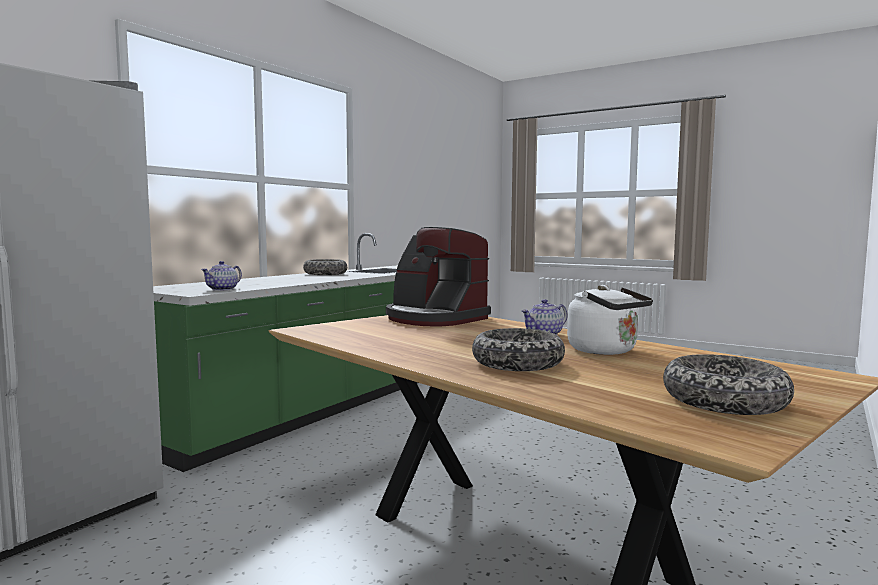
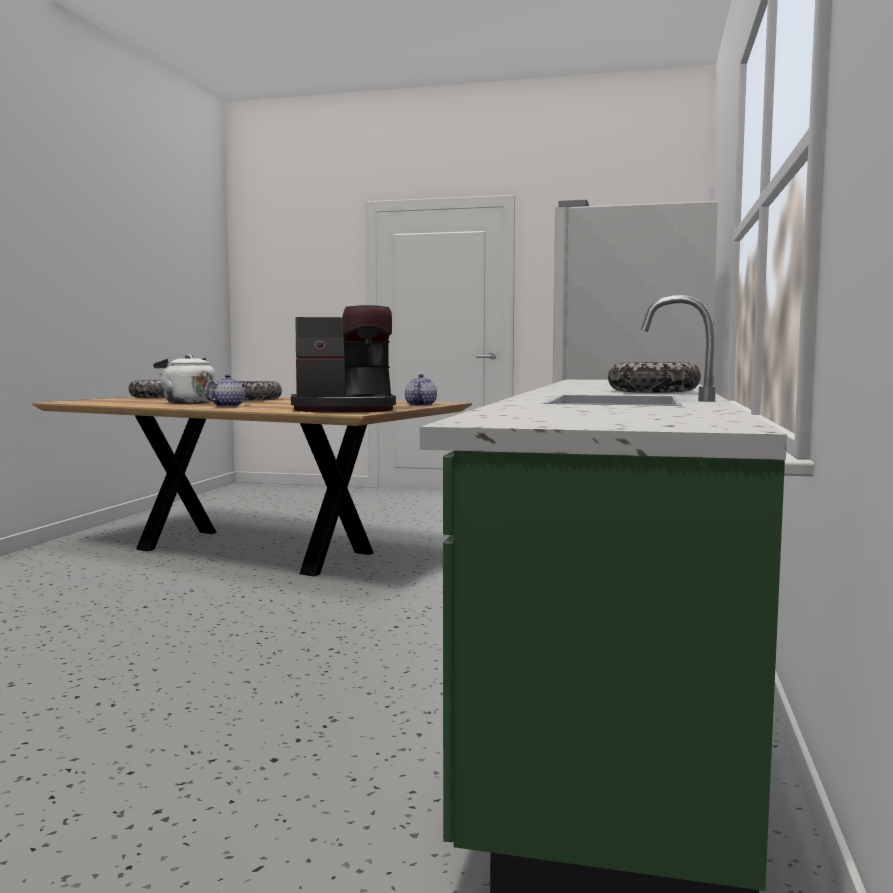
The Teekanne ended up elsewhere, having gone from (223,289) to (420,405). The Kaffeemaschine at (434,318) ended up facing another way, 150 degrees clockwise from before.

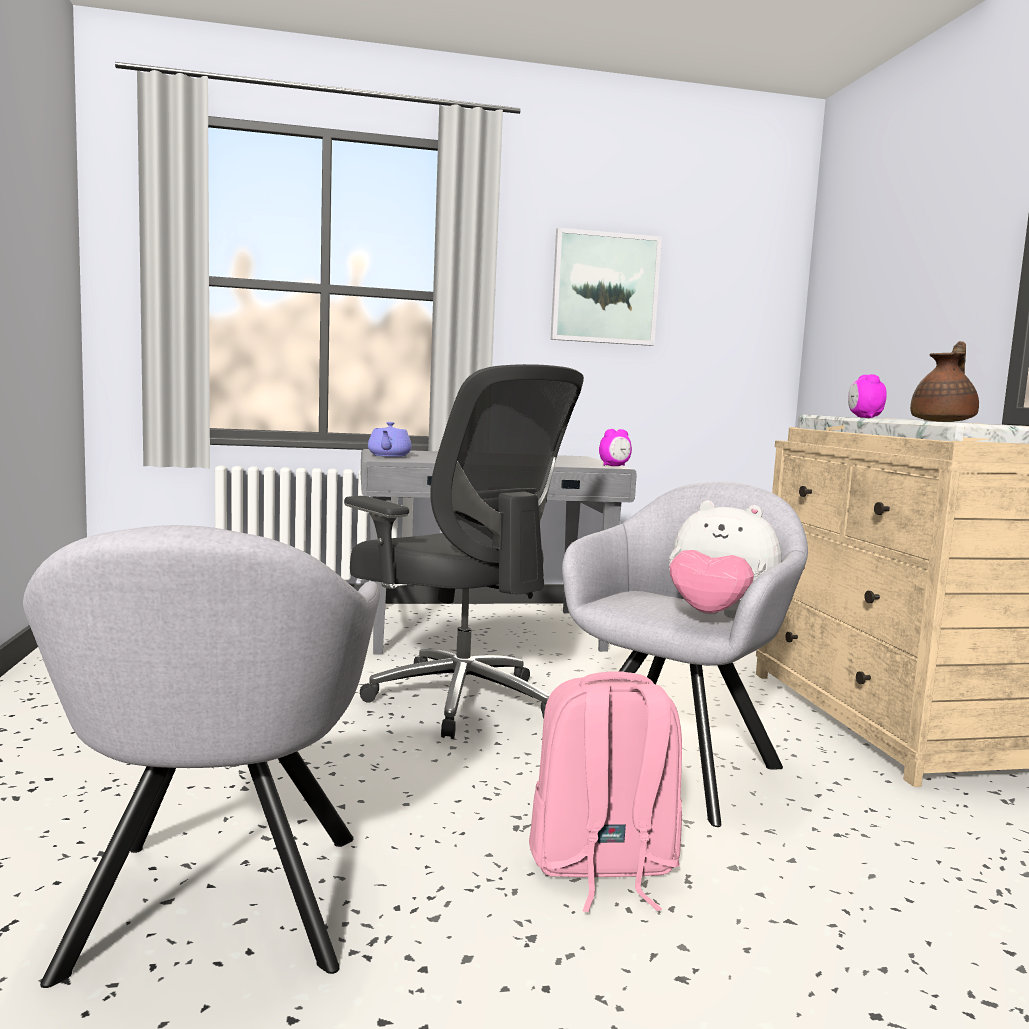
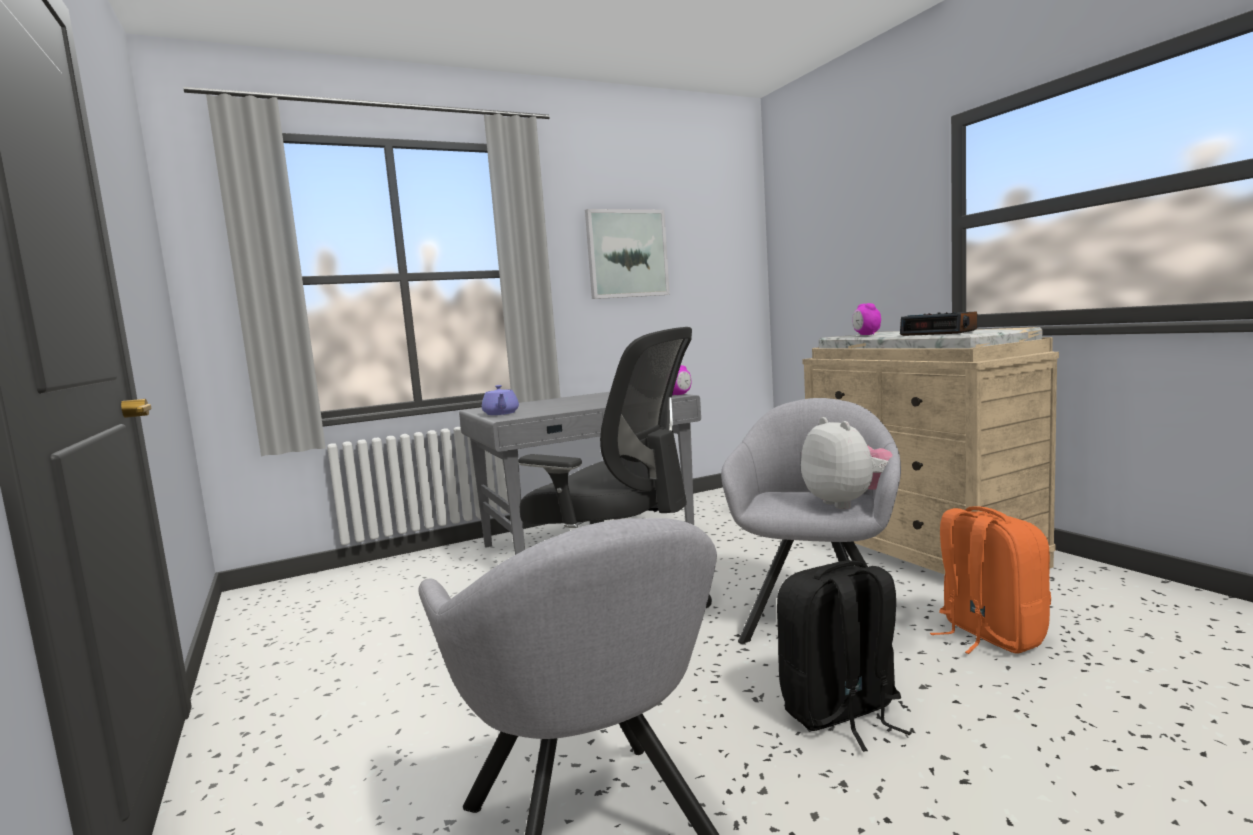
What was the Rucksack [rosa] at (602,867) turned into the Rucksack [schwarz] at (841,713). The Plüschtier at (717,617) ended up facing another way, 120 degrees counterclockwise from before. Where the Teekanne [braun] stood at (944,421), the Wecker came to stand at (939,333). The second view gained the Rucksack [orange] at (988,635).

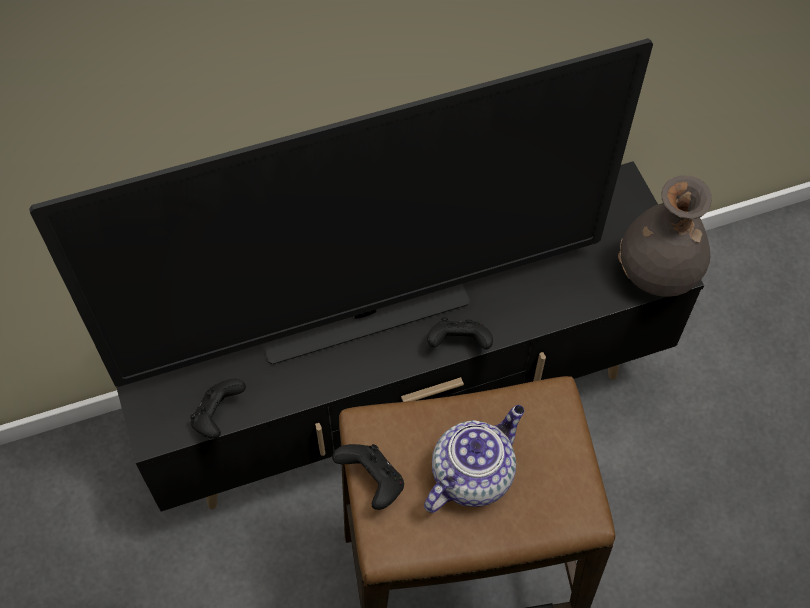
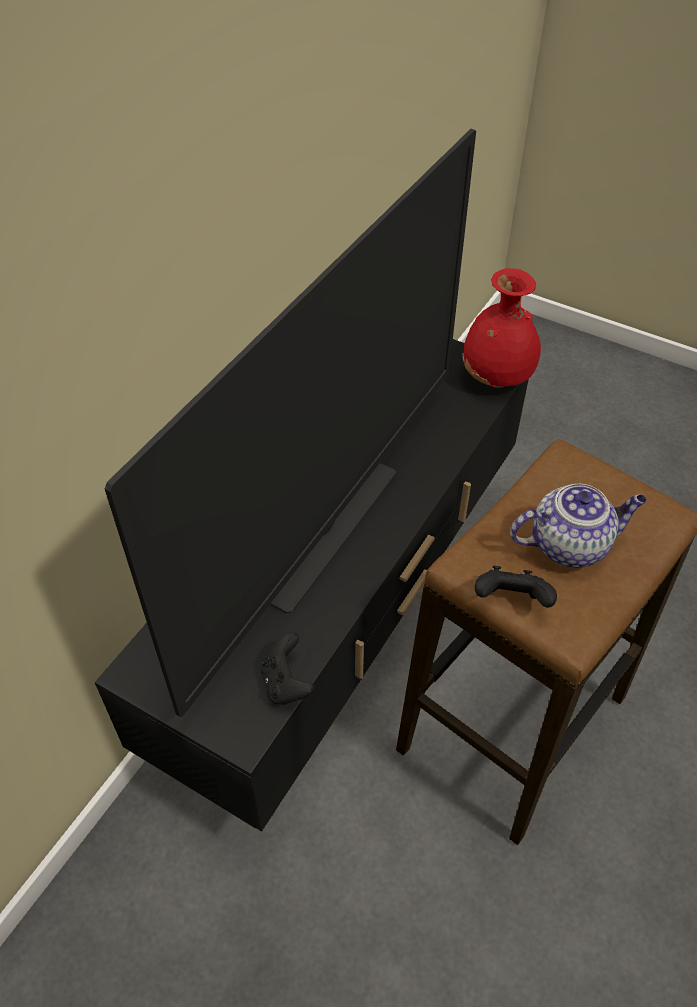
The Teekanne at (472,474) ended up facing another way, 75 degrees clockwise from before. The second view lost the Gamepad [schwarz] at (459,343). What was the Vase [grau] at (657,275) turned into the Vase [rot] at (497,378).

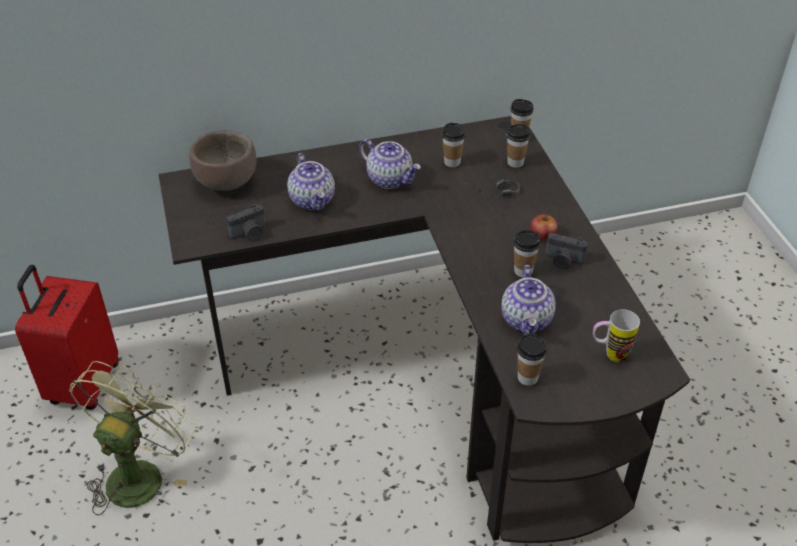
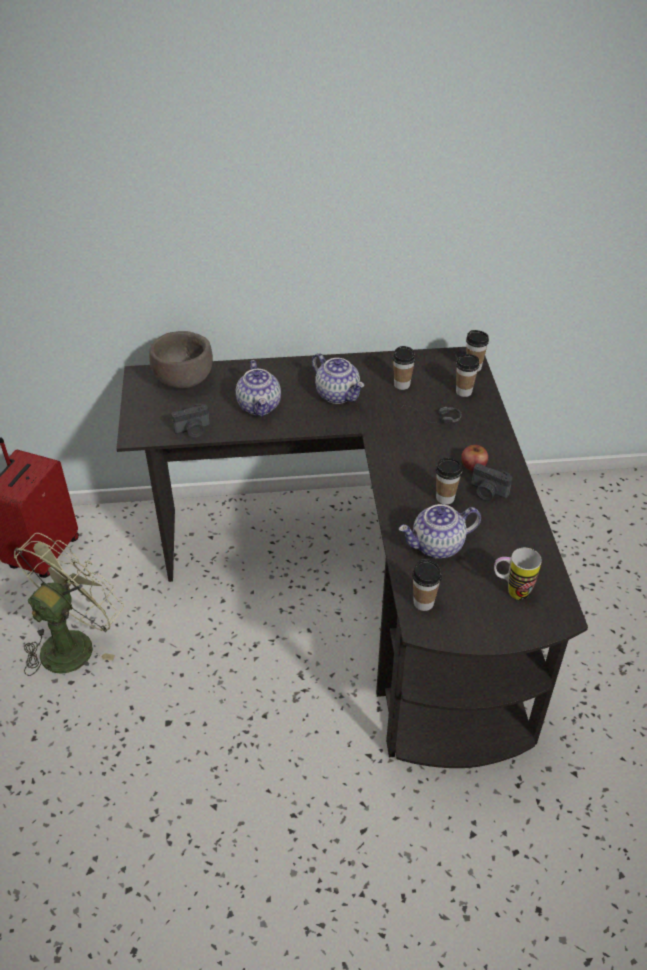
The Teekanne at (527,320) ended up facing another way, 60 degrees clockwise from before.

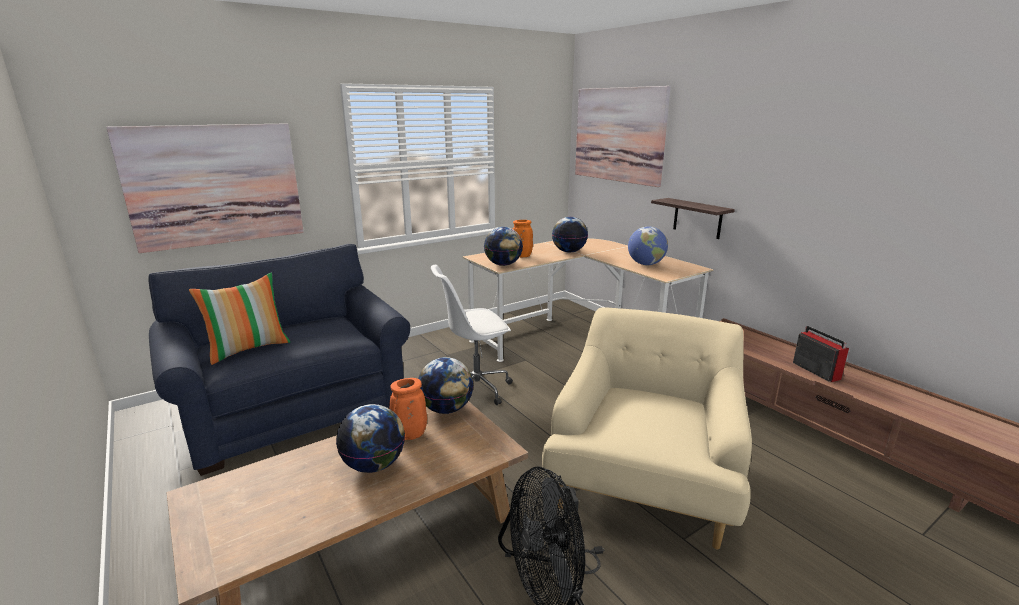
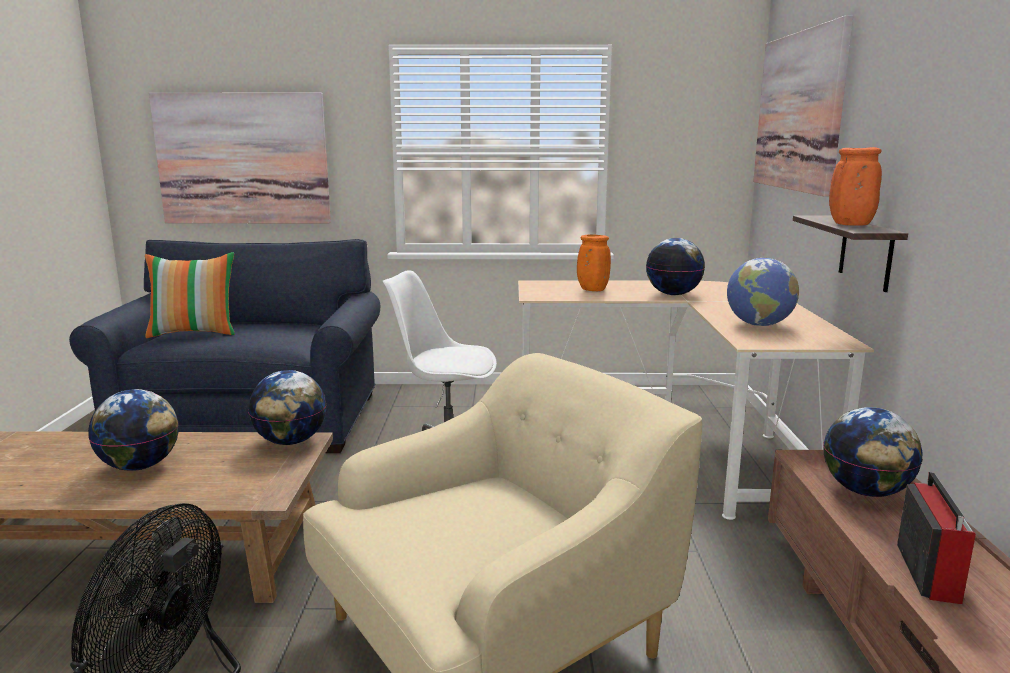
The Vase [orange] ended up elsewhere, having gone from (409,435) to (850,225). The Globus ended up elsewhere, having gone from (503,265) to (865,491).

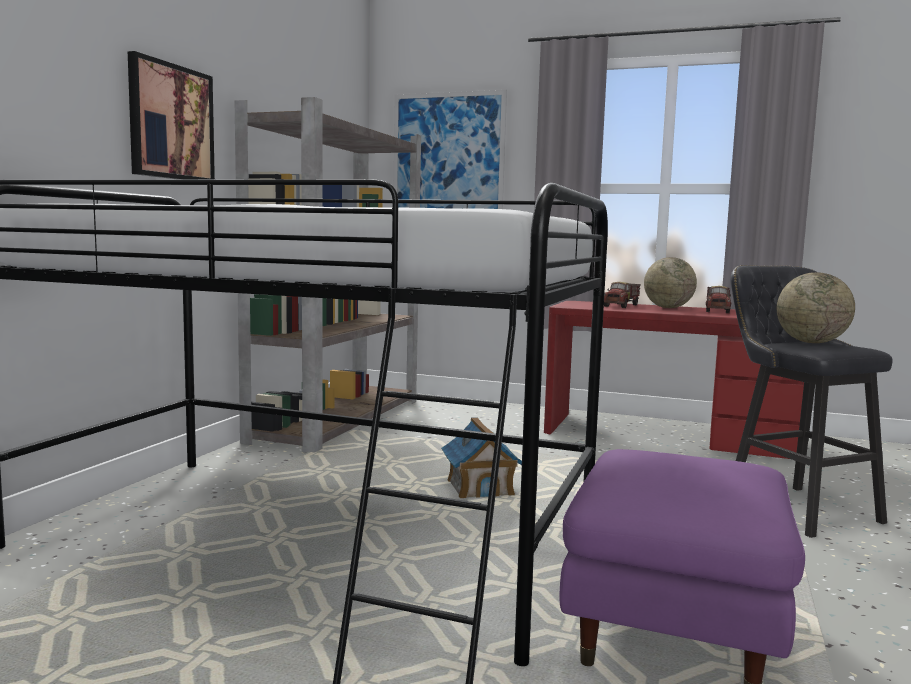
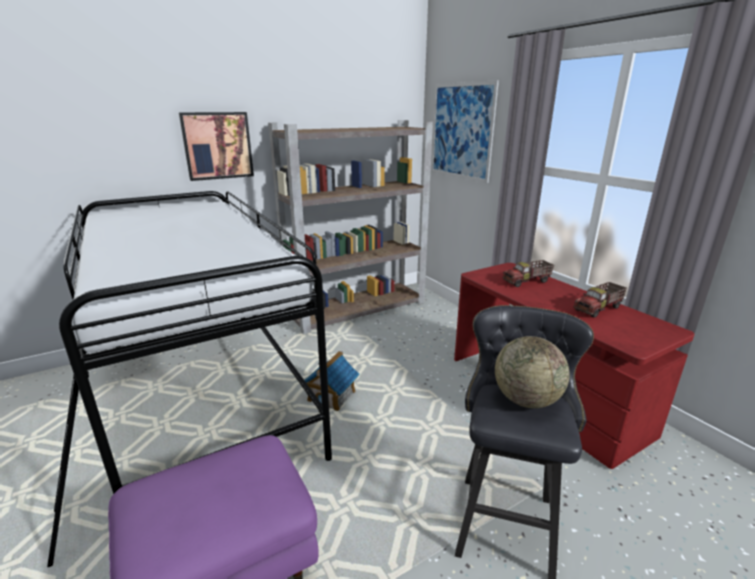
The second view lost the Globus at (668,307).

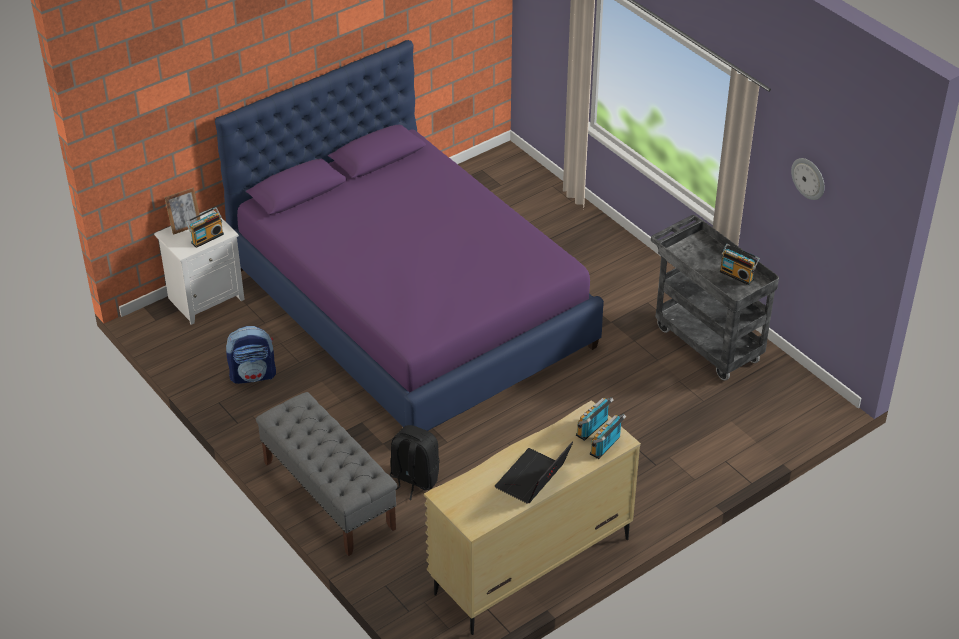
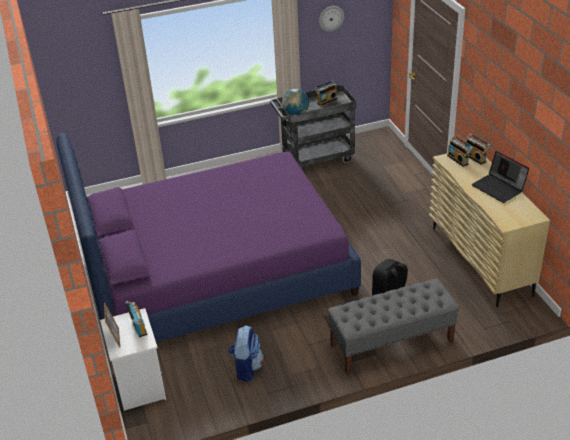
The second view gained the Globus at (296,114).

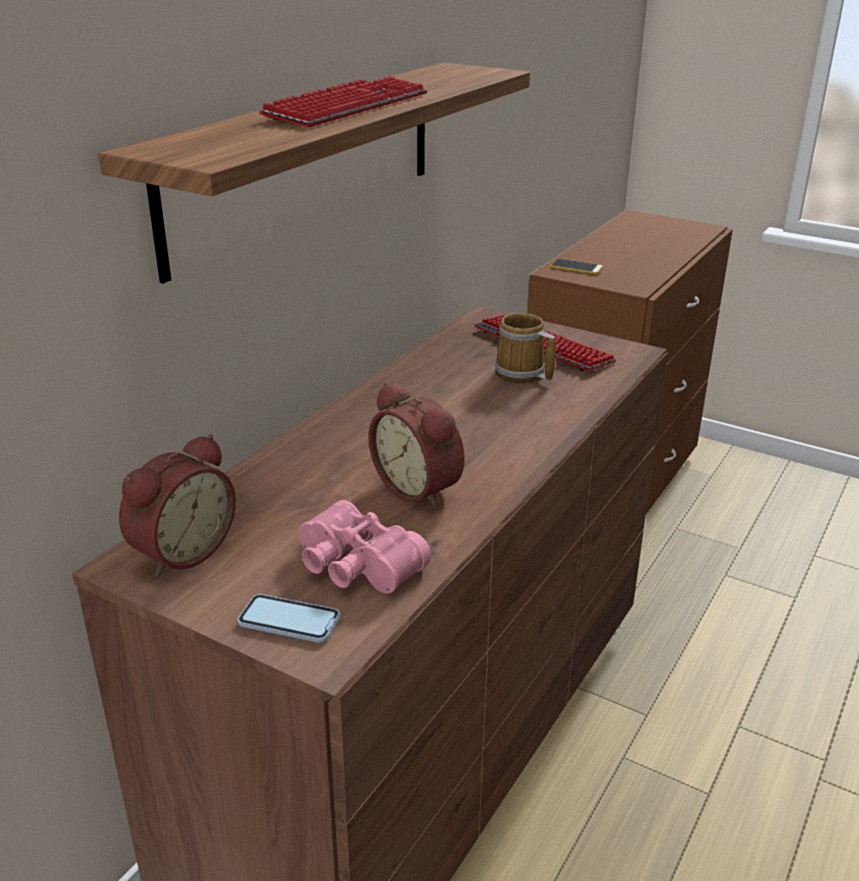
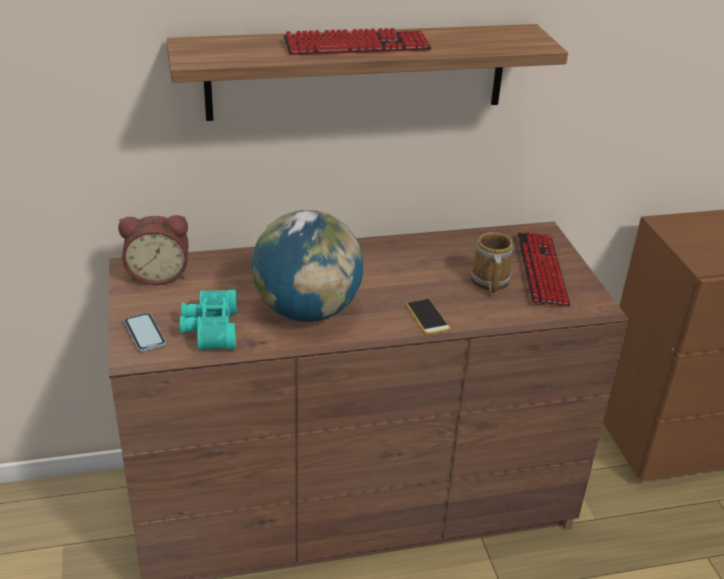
What was the Fernglas [rosa] at (355,567) turned into the Fernglas [türkis] at (209,329). Where the Wecker stood at (420,487), the Globus came to stand at (307,311). The Handy ended up elsewhere, having gone from (576,267) to (427,317).

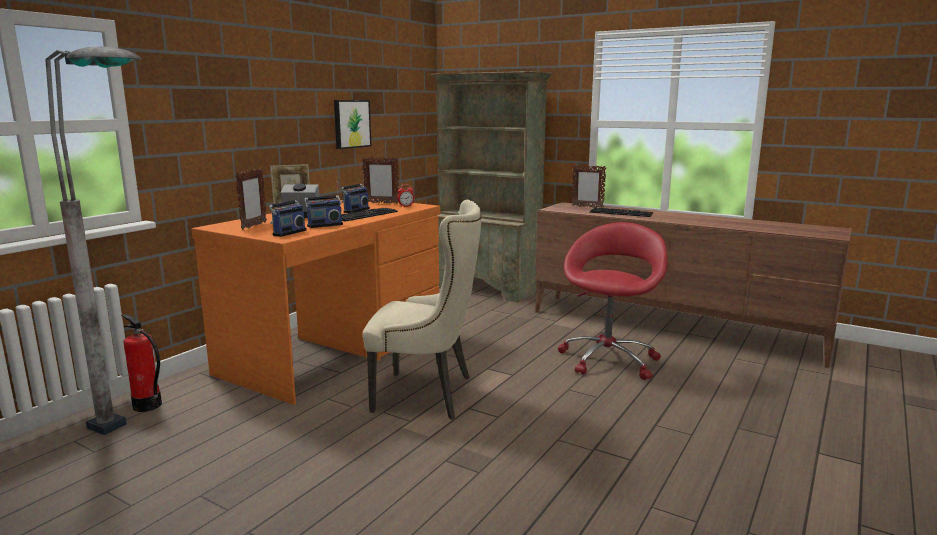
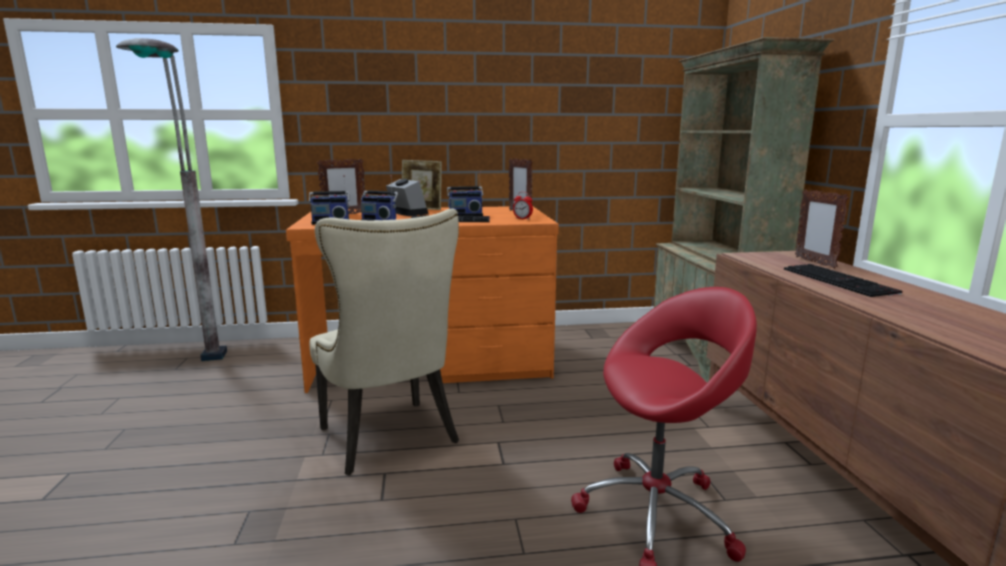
The second view lost the Feuerlöscher at (147,405). The second view lost the Bild at (351,124).

